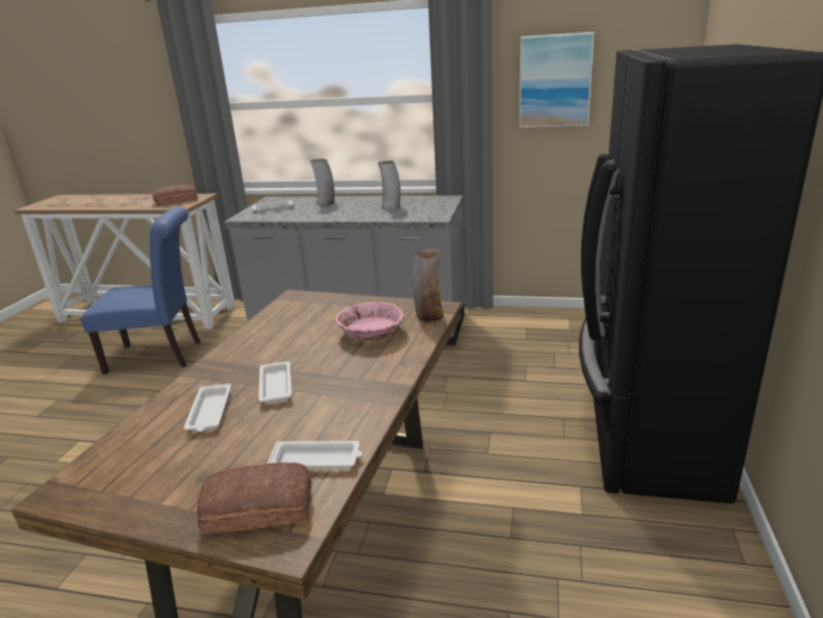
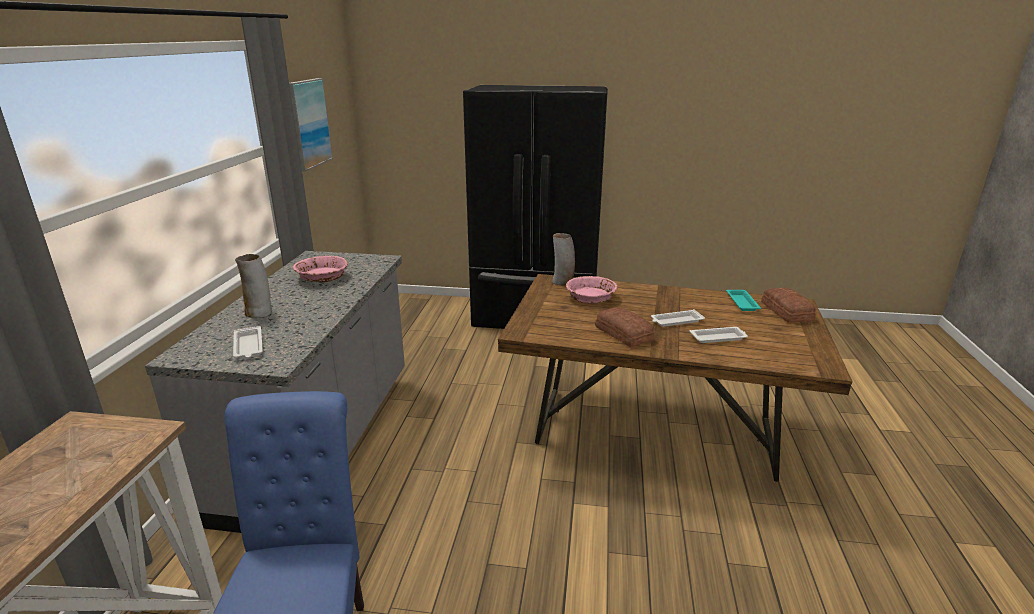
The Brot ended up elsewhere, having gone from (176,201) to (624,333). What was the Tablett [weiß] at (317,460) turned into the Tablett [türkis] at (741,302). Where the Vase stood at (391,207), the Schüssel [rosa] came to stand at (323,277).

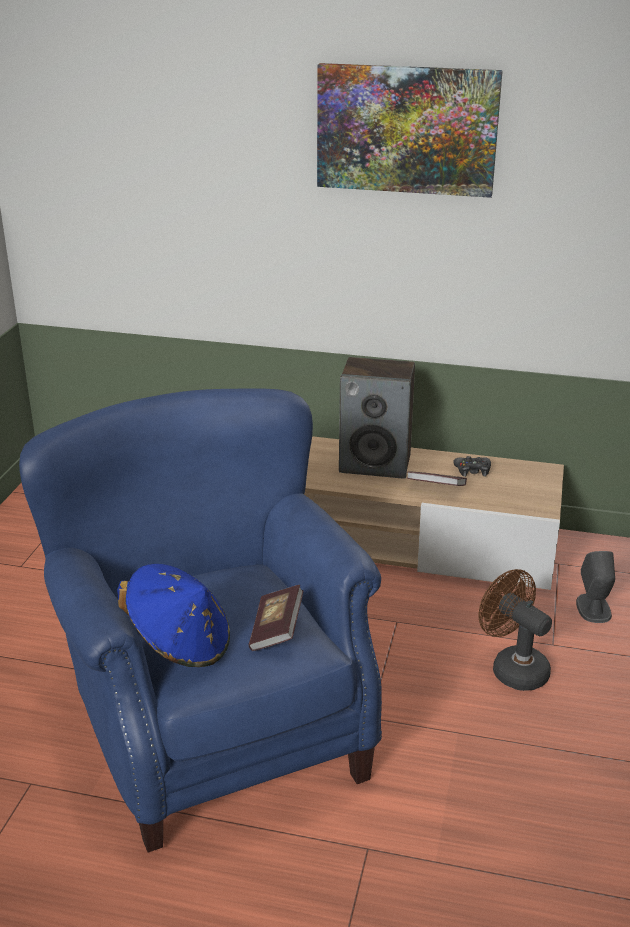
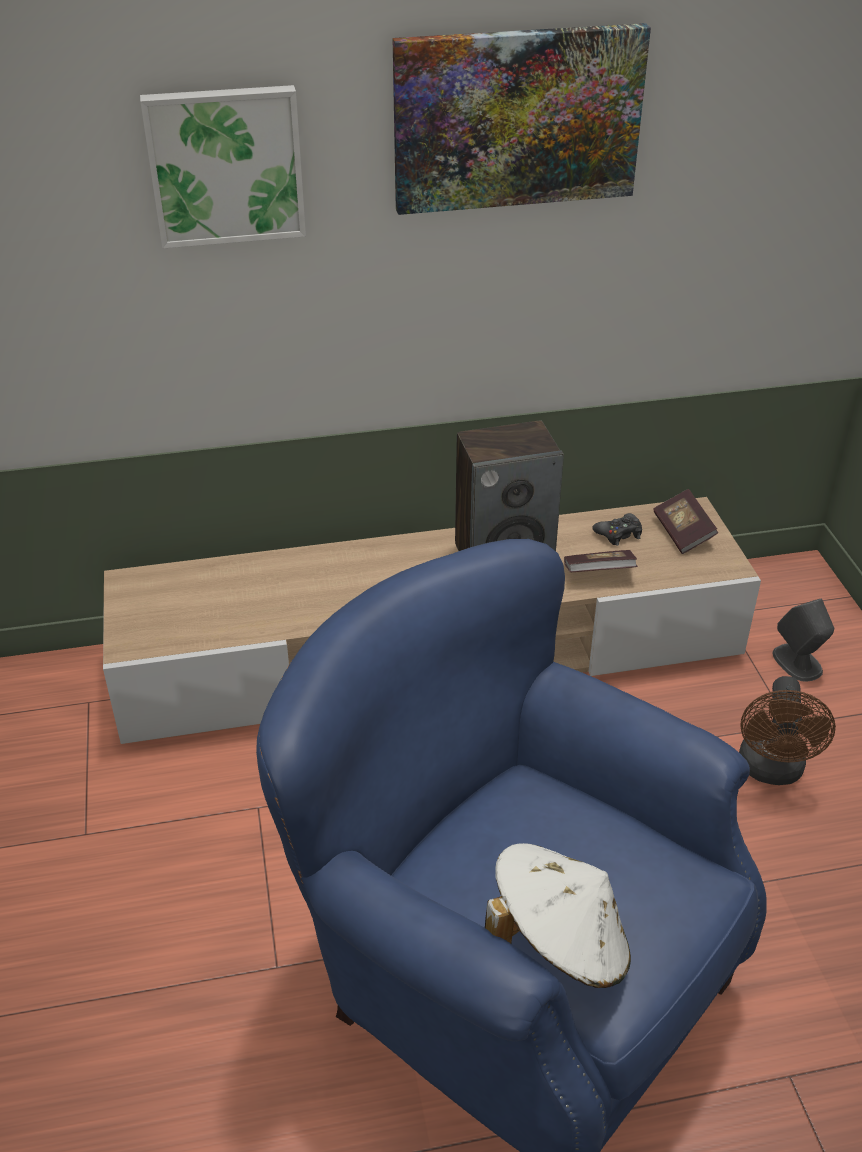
What was the Hut [blau] at (180,644) turned into the Hut [weiß] at (558,943). The Buch ended up elsewhere, having gone from (276,630) to (683,533). The Ventilator [braun] at (513,668) ended up facing another way, 105 degrees counterclockwise from before. The second view gained the Bild at (225,165).

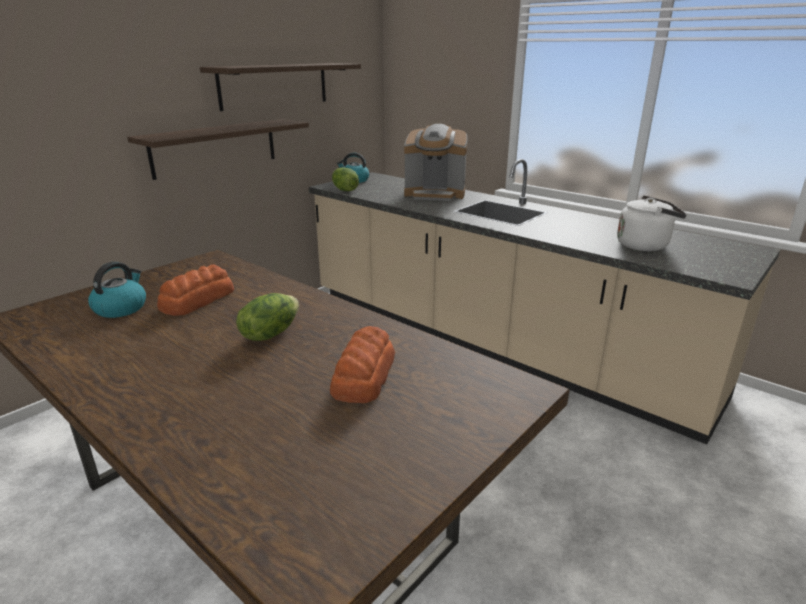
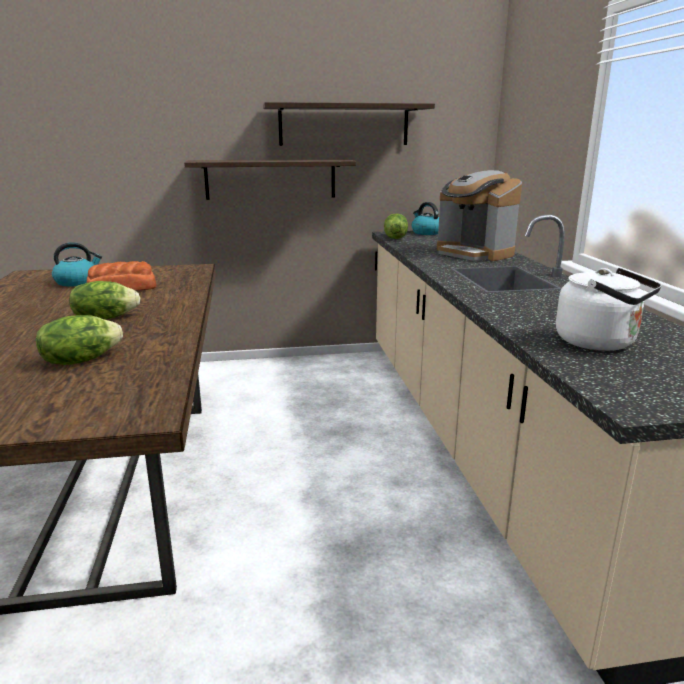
Where the Brot stood at (363,376), the Salatkopf came to stand at (81,360).

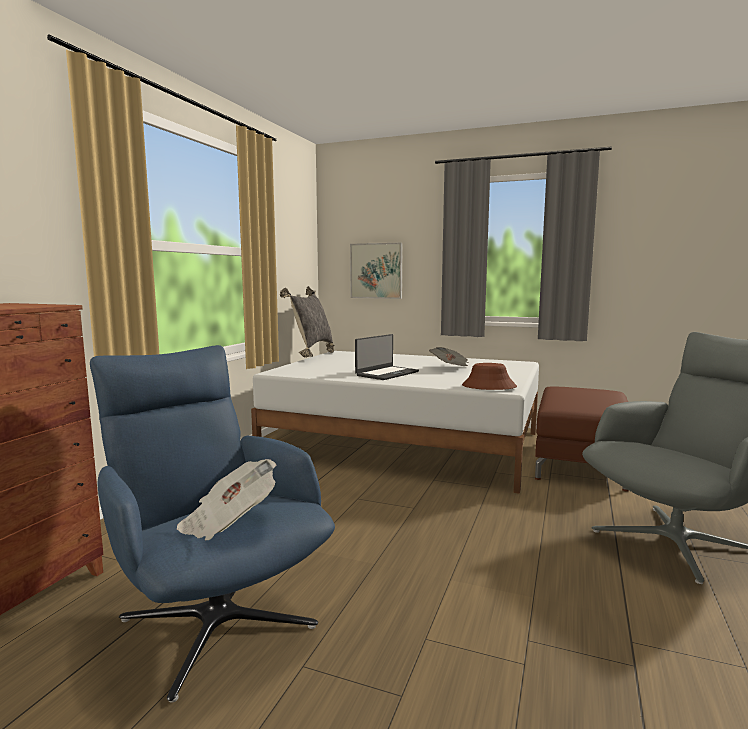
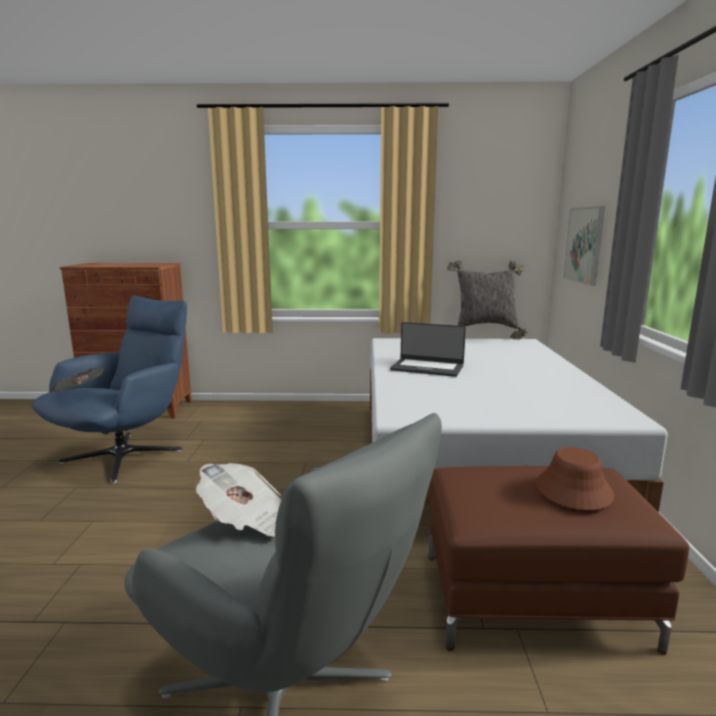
The Zeitung ended up elsewhere, having gone from (450,368) to (246,520). The Hut [braun] ended up elsewhere, having gone from (488,386) to (573,490).

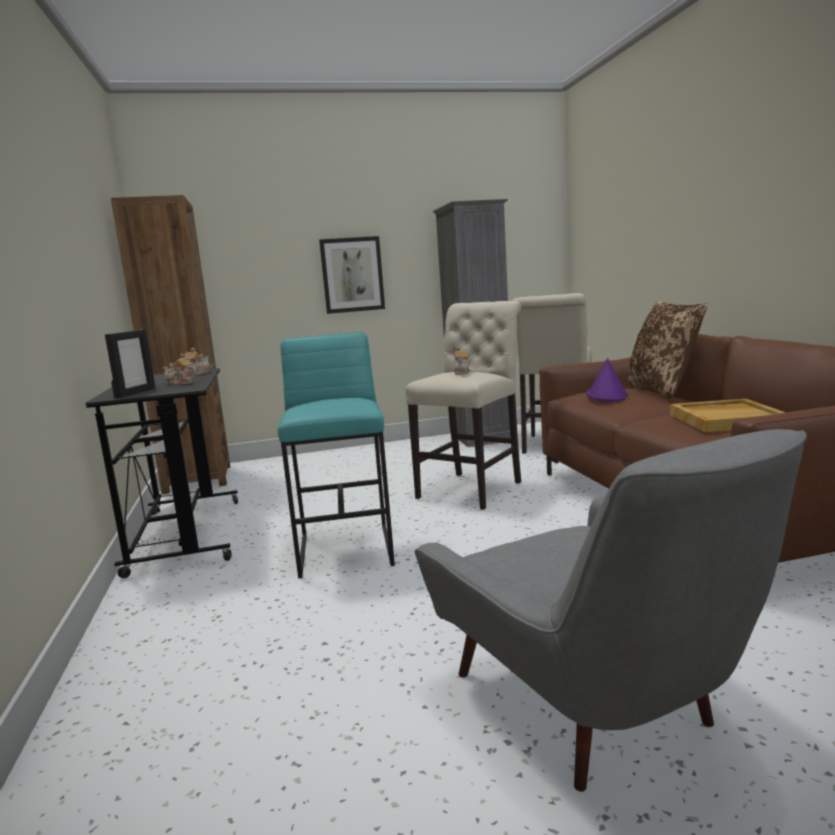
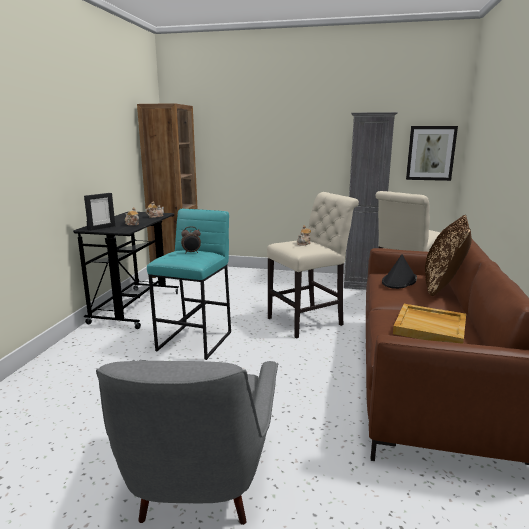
The Bild ended up elsewhere, having gone from (352,275) to (430,153). What was the Hut [lila] at (607,395) turned into the Hut [schwarz] at (399,281). The second view gained the Wecker at (191,252).

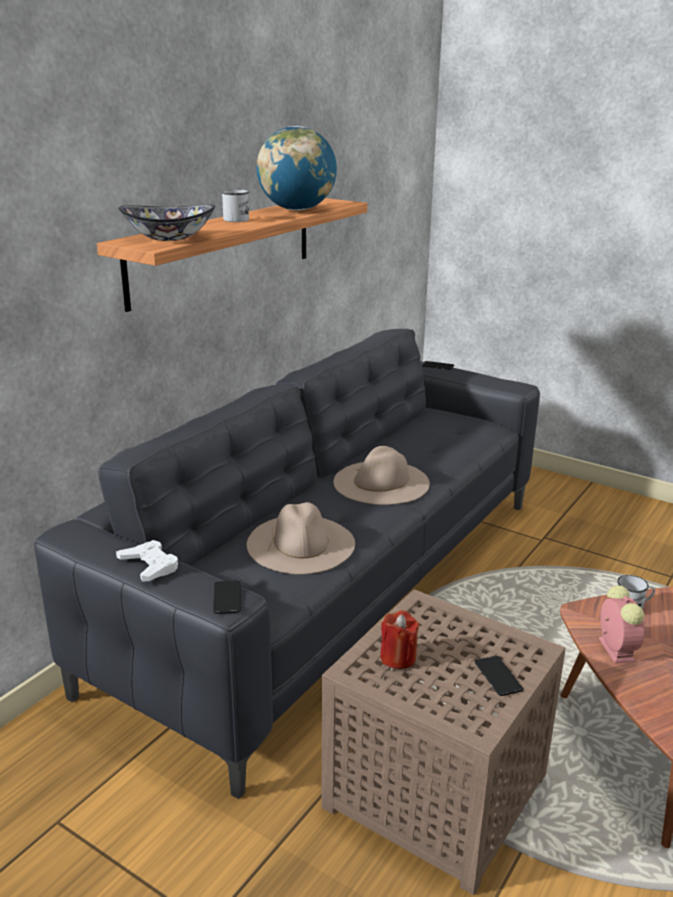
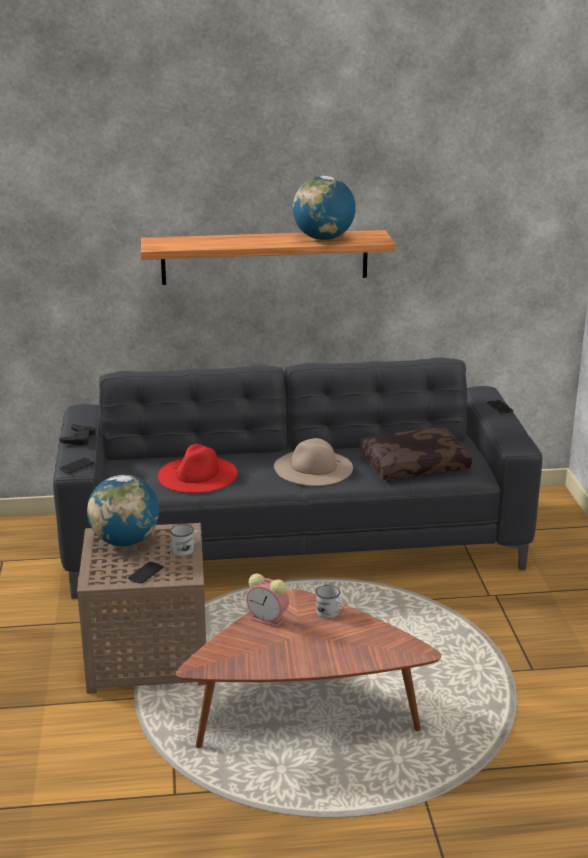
What was the Gamepad [weiß] at (149,566) turned into the Gamepad [schwarz] at (79,438). The second view lost the Schüssel at (169,238). The Henkelbecher [weiß] ended up elsewhere, having gone from (238,219) to (186,549). What was the Hut [beige] at (301,543) turned into the Hut [rot] at (197,474). Where the Kerze [rot] stood at (398,657), the Globus came to stand at (125,541). The Wecker at (615,648) ended up facing another way, 75 degrees clockwise from before. The second view gained the Kissen [braun] at (414,464).

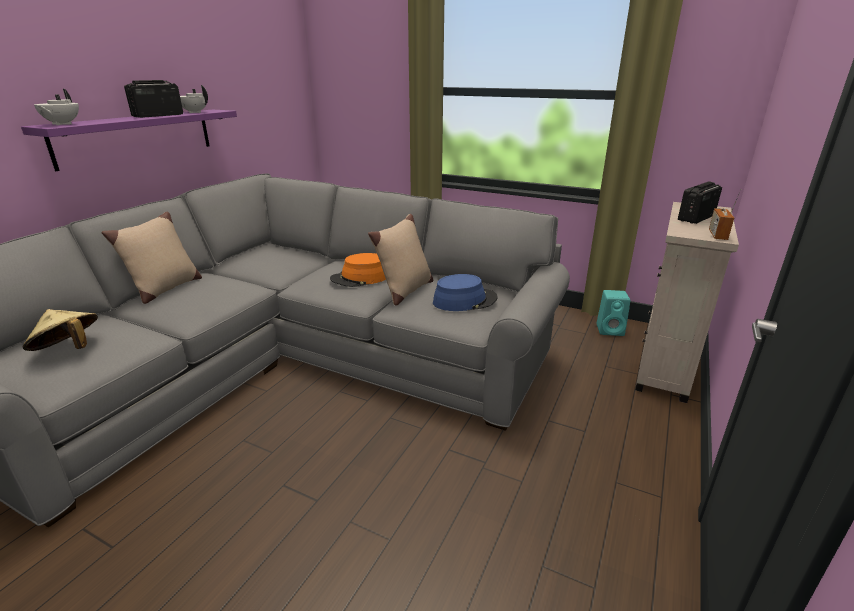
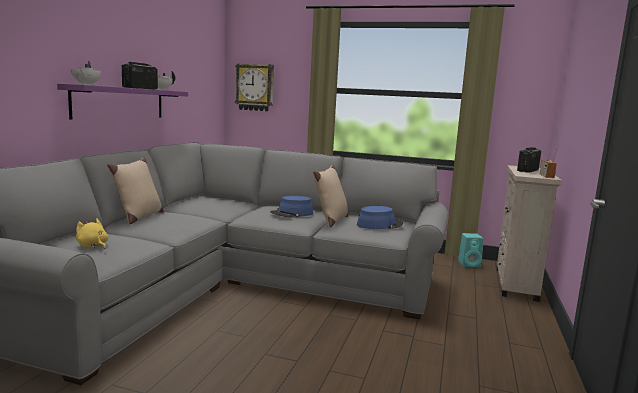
Where the Hut [beige] stood at (68,350), the Plüschtier [gelb] came to stand at (93,246). What was the Hut [orange] at (360,278) turned into the Hut [blau] at (292,213). The second view gained the Wanduhr at (255,87).

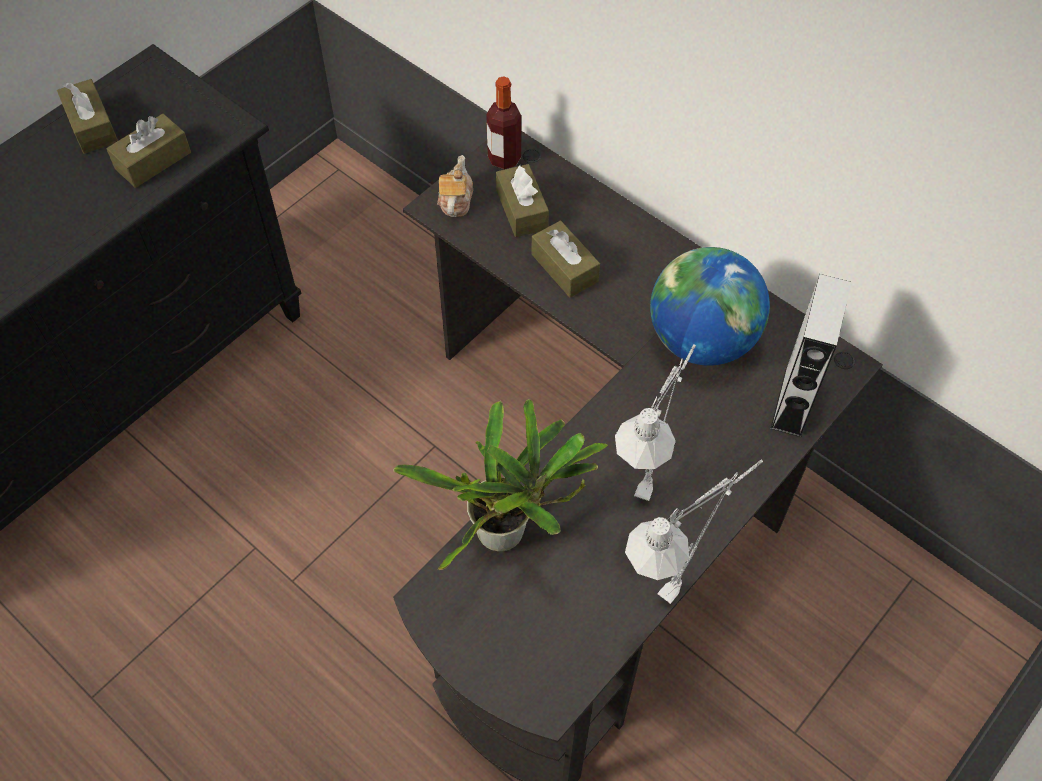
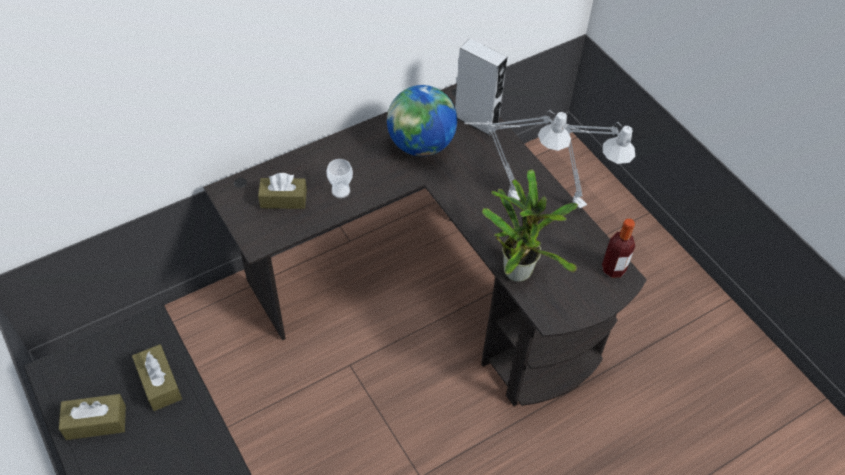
The second view lost the Teekanne at (455,200). The Flasche ended up elsewhere, having gone from (504,158) to (613,269). Where the Taschentuchbox [braun] stood at (564,268), the Tasse came to stand at (340,191).

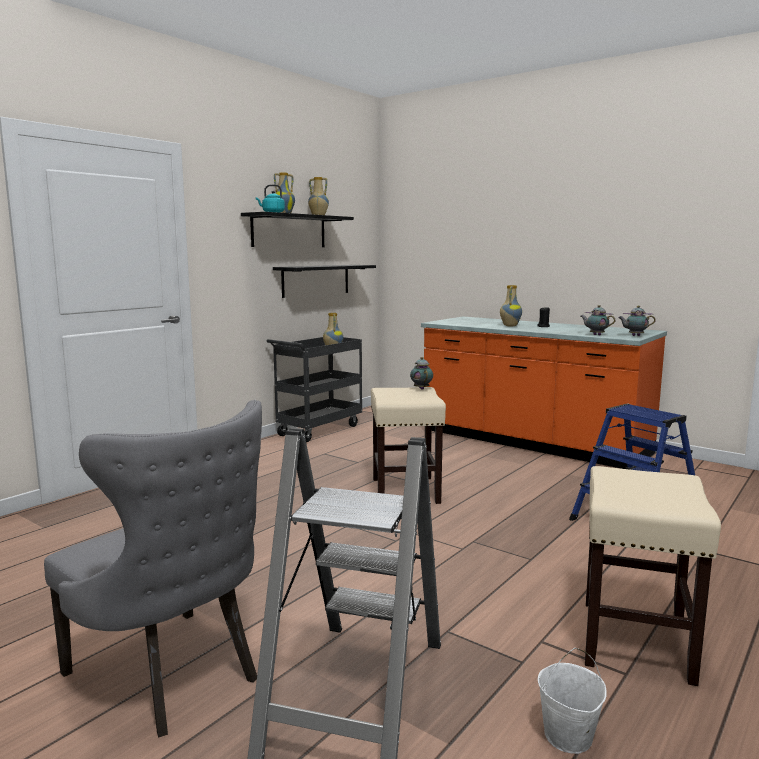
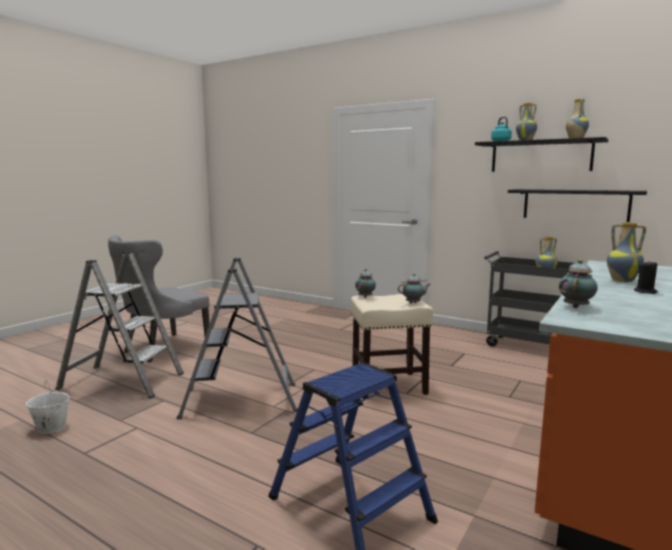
The second view lost the Hocker [beige] at (636,641). The Teekanne ended up elsewhere, having gone from (634,336) to (365,296). The second view gained the Trittleiter [grau] at (242,399).

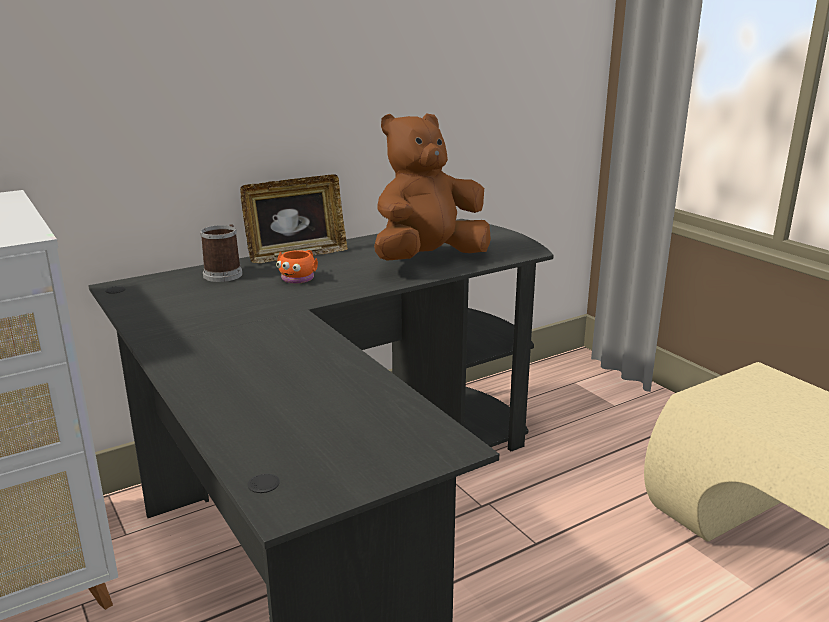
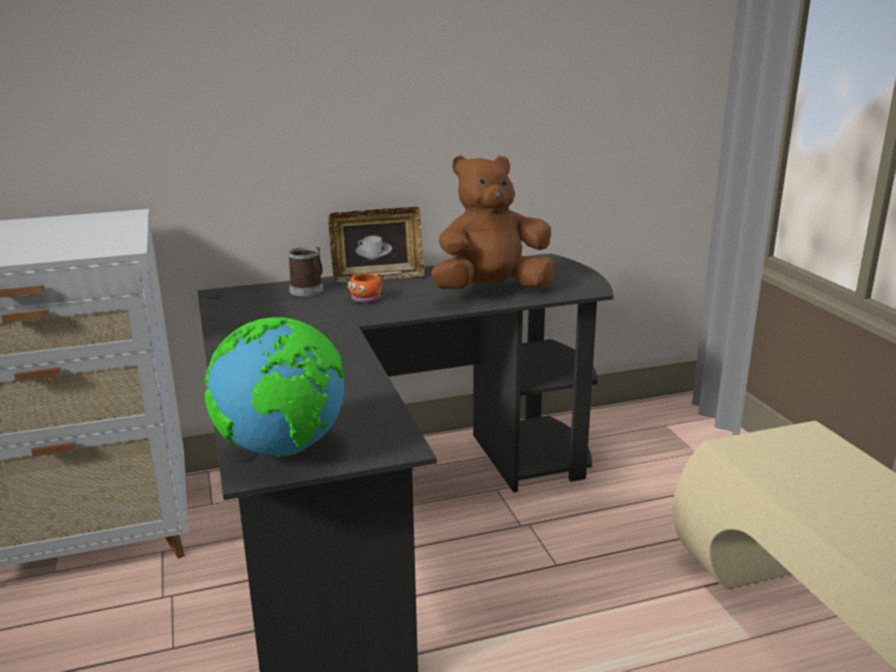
The second view gained the Globus at (284,449).

